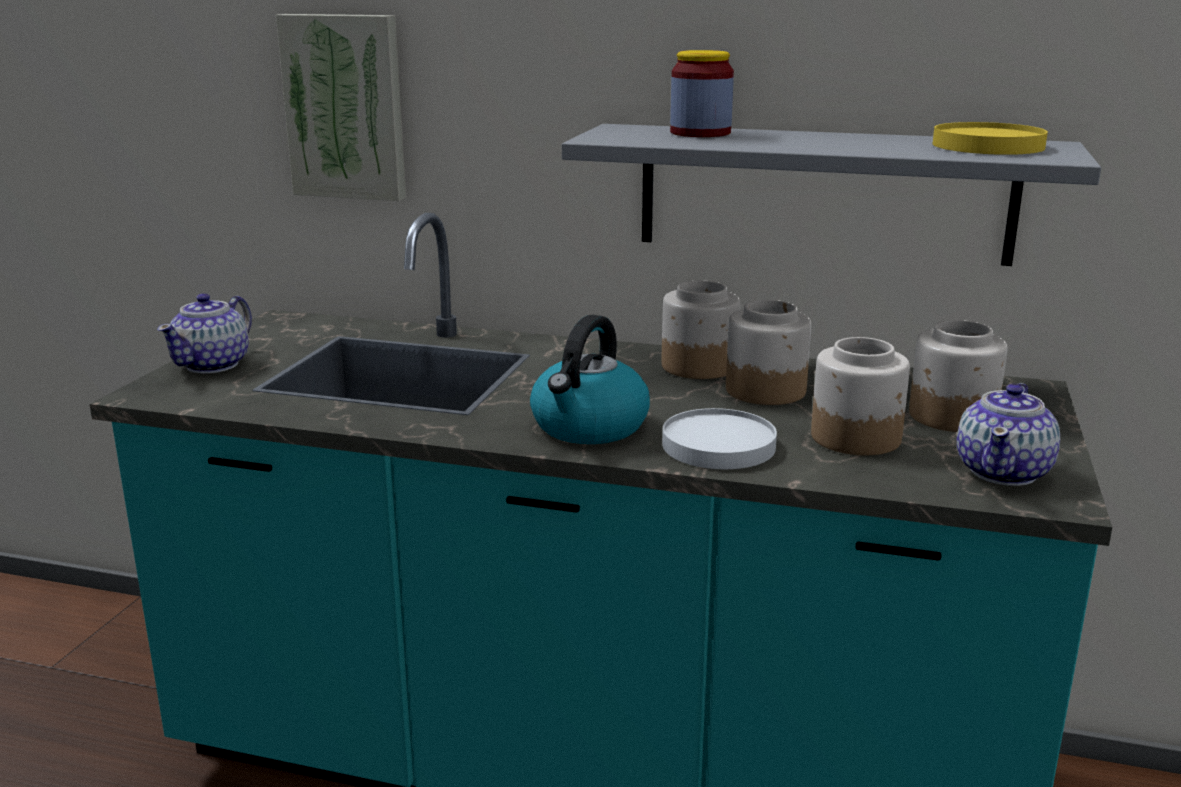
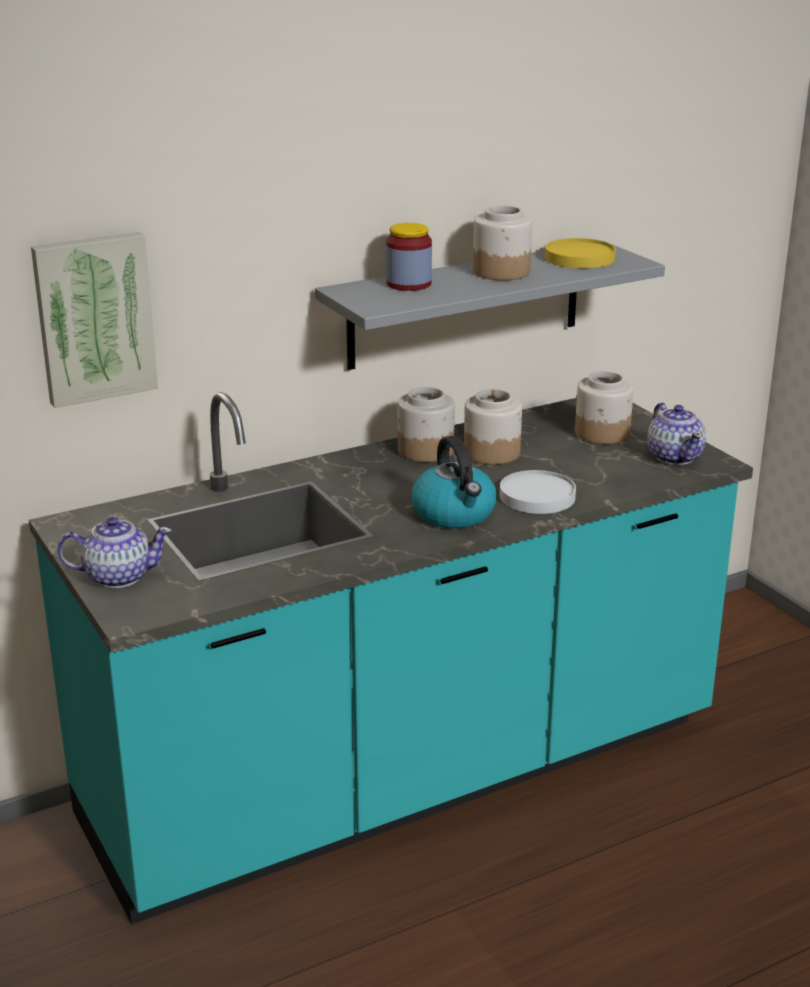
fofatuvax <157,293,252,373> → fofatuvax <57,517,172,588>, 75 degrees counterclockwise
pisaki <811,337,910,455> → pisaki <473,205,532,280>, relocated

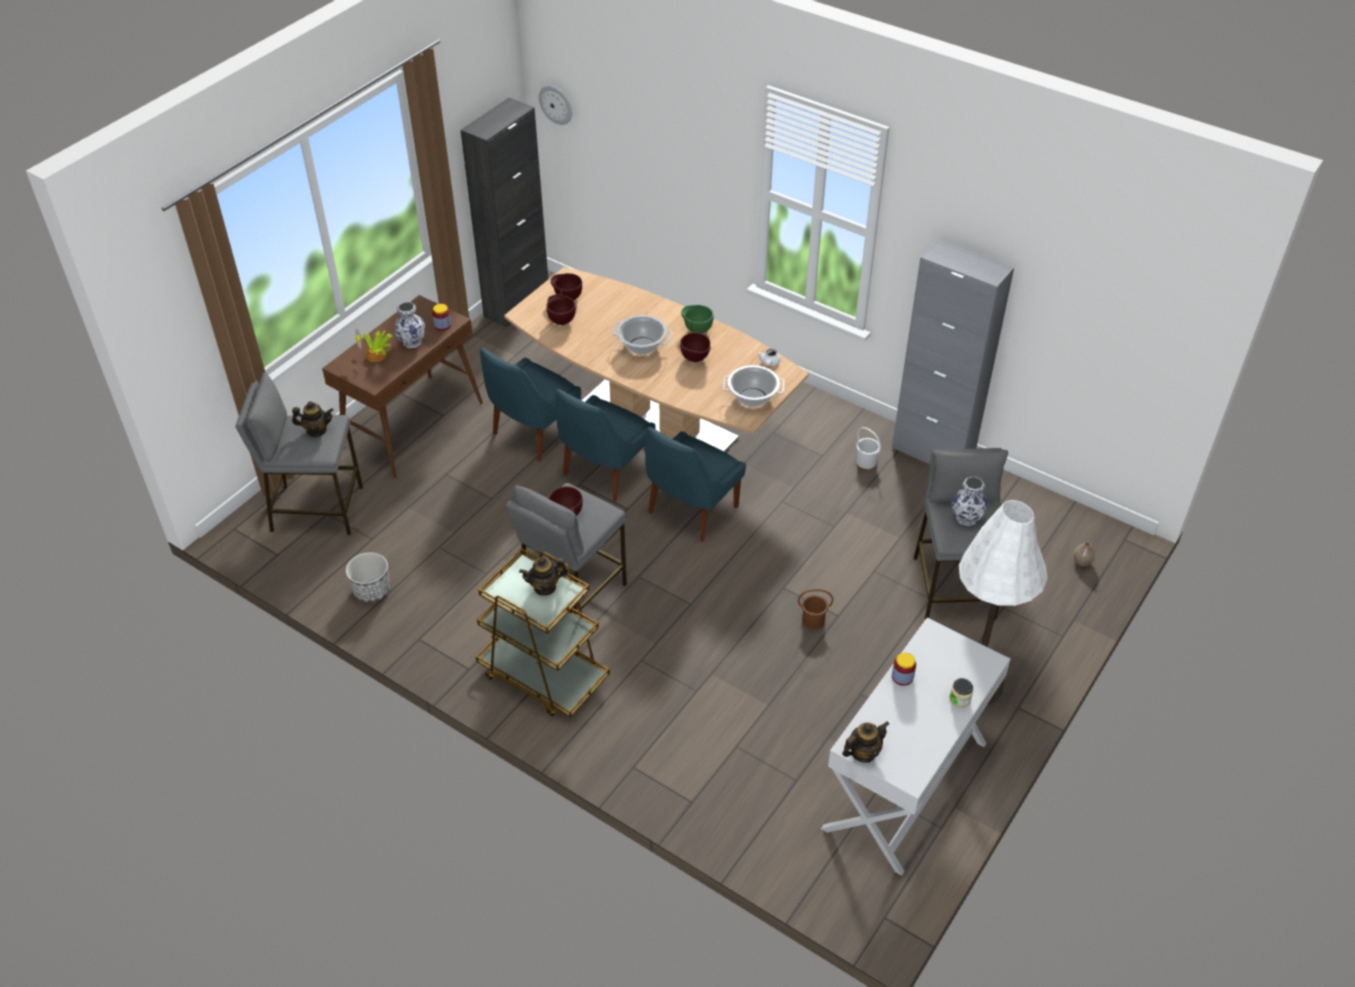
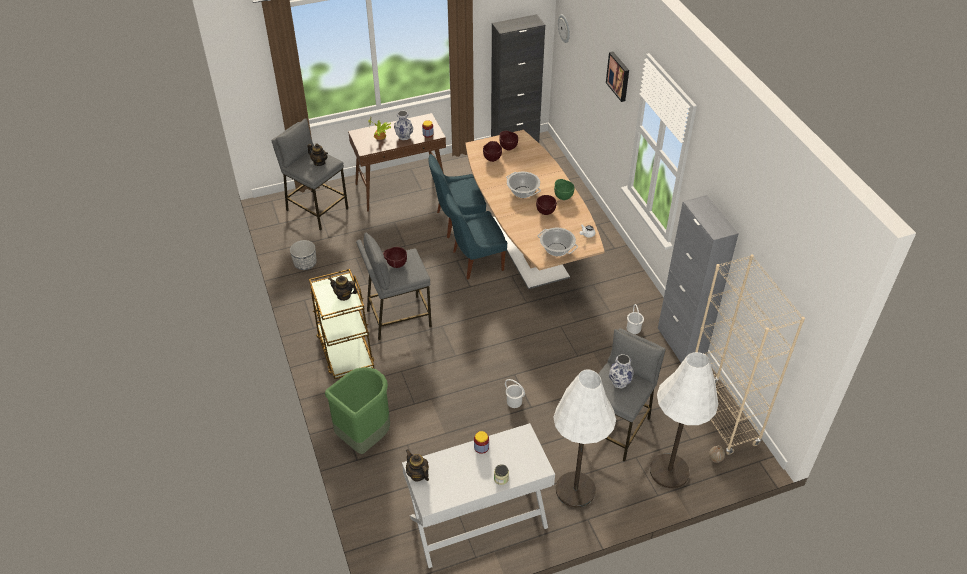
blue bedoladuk <645,427,746,542> → -
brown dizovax <798,589,833,630> → white dizovax <505,379,525,408>
fofatuvax <842,722,889,763> → fofatuvax <406,449,429,482>, 135 degrees counterclockwise
- → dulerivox <606,52,629,102>
- → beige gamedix <695,254,805,455>
- → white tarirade <650,352,718,488>
- → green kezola <325,367,390,454>

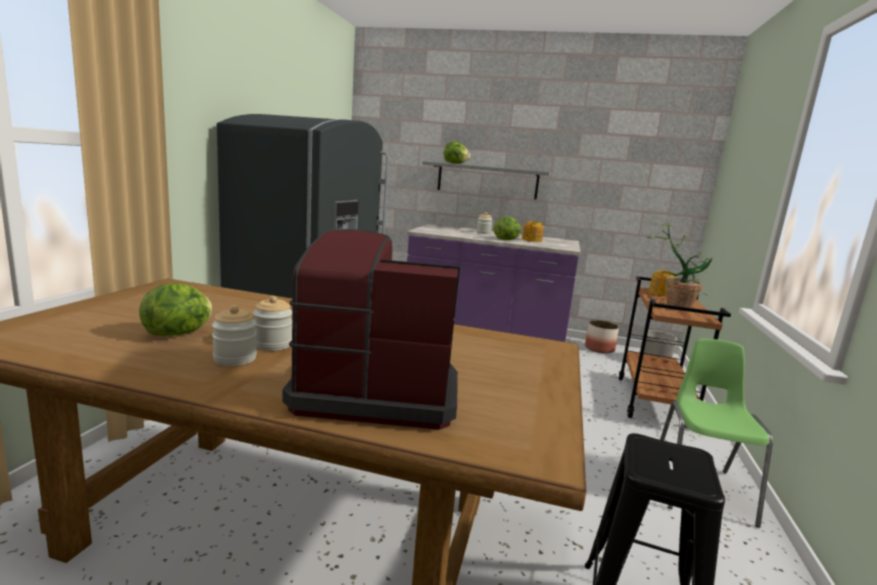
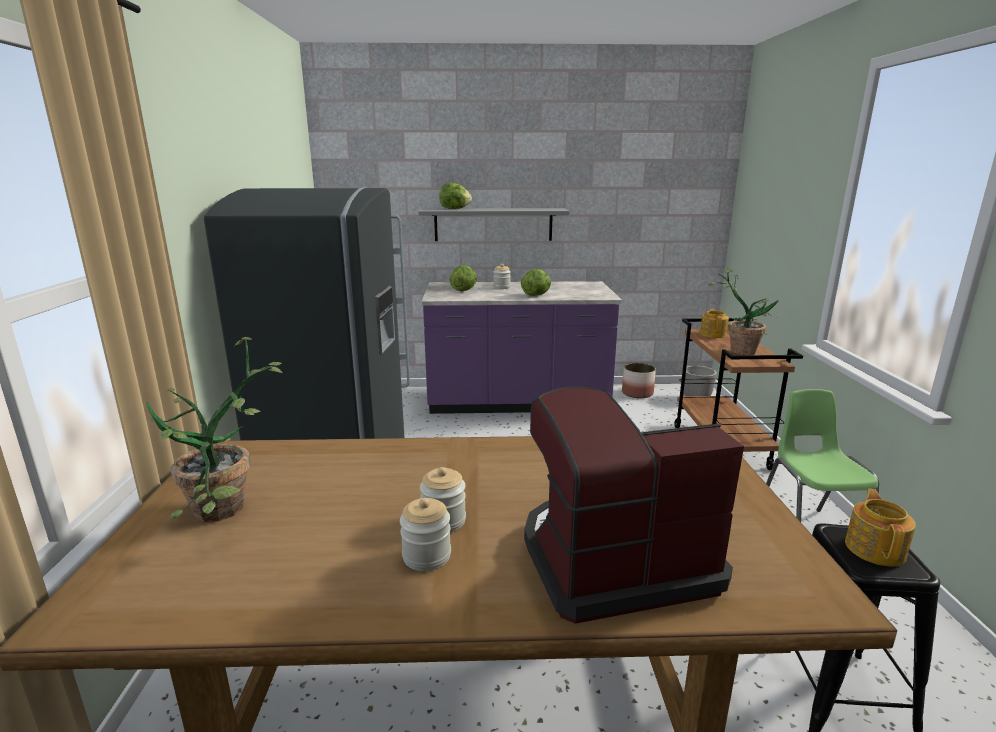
fofatuvax <522,221,544,242> → fofatuvax <845,489,916,567>, relocated
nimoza <139,283,213,336> → nimoza <450,265,477,291>, relocated
- → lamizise <146,337,283,522>

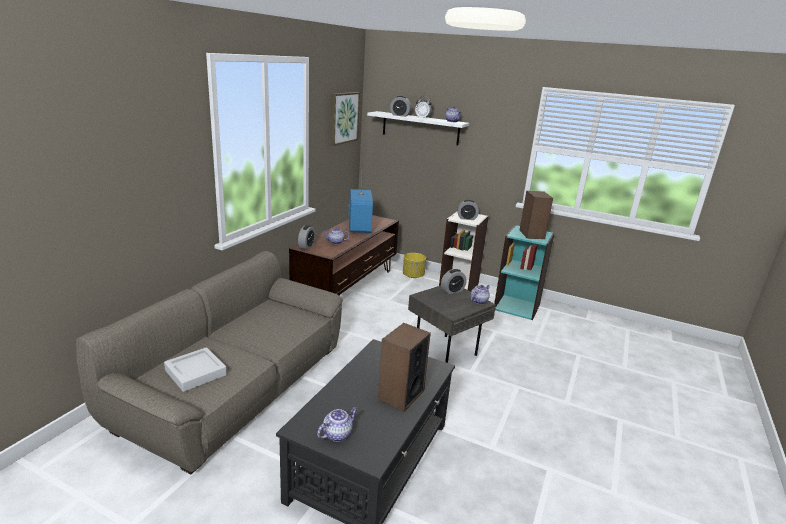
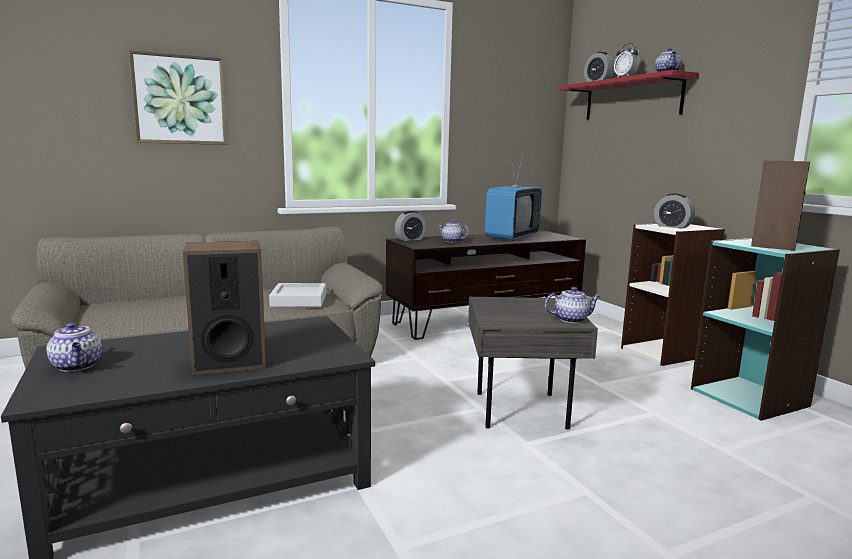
dulerivox <331,92,360,146> → dulerivox <128,50,228,145>, relocated
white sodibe <367,111,469,145> → red sodibe <558,70,699,120>
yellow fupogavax <403,253,426,278> → -
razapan <441,269,467,294> → -
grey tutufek <164,347,227,392> → grey tutufek <269,283,326,307>, relocated
fofatuvax <317,407,358,442> → fofatuvax <46,322,102,372>, 60 degrees clockwise

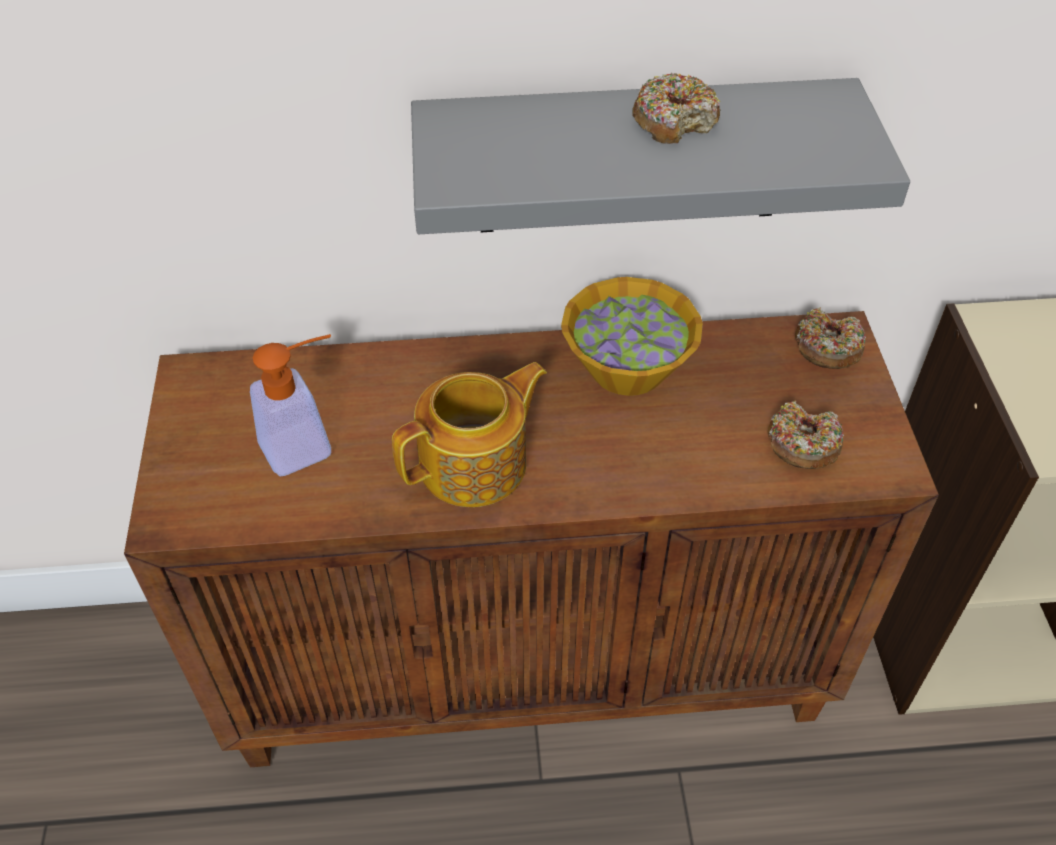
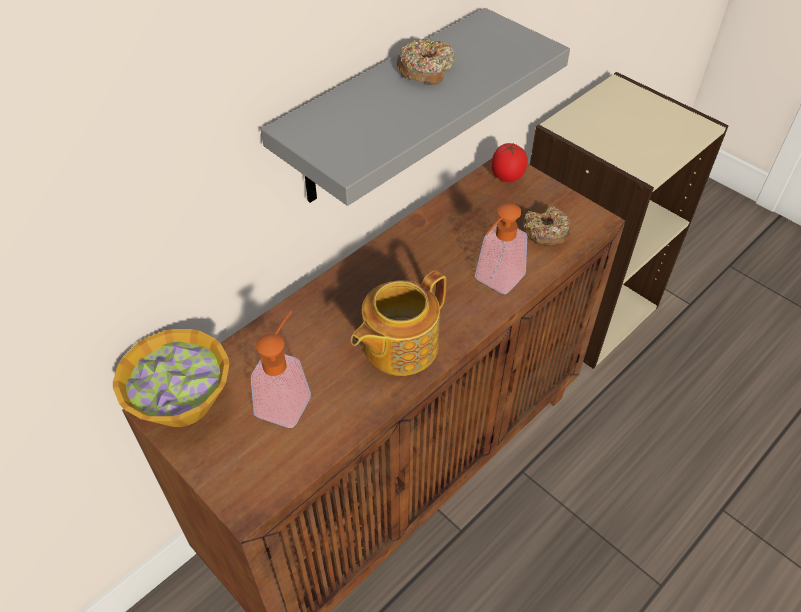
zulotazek <561,277,703,396> → zulotazek <113,329,229,427>, relocated
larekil <795,308,866,369> → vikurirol <491,143,527,182>
fofatuvax <392,362,547,507> → fofatuvax <351,270,446,376>, 150 degrees counterclockwise
- → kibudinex <475,203,527,294>

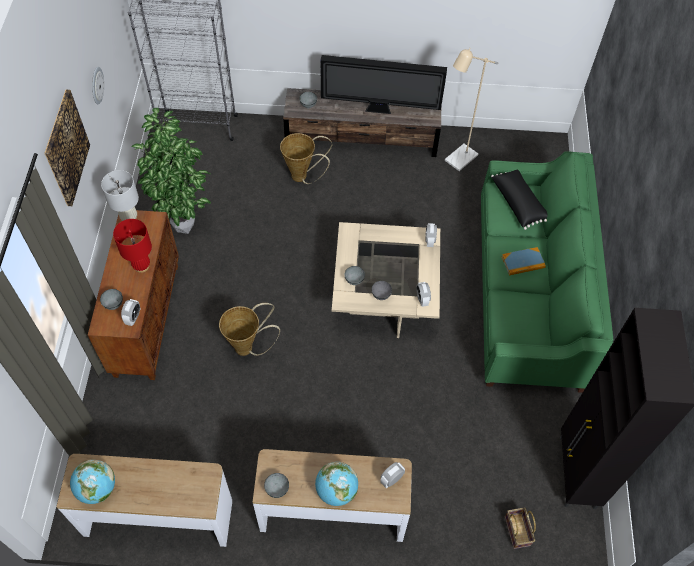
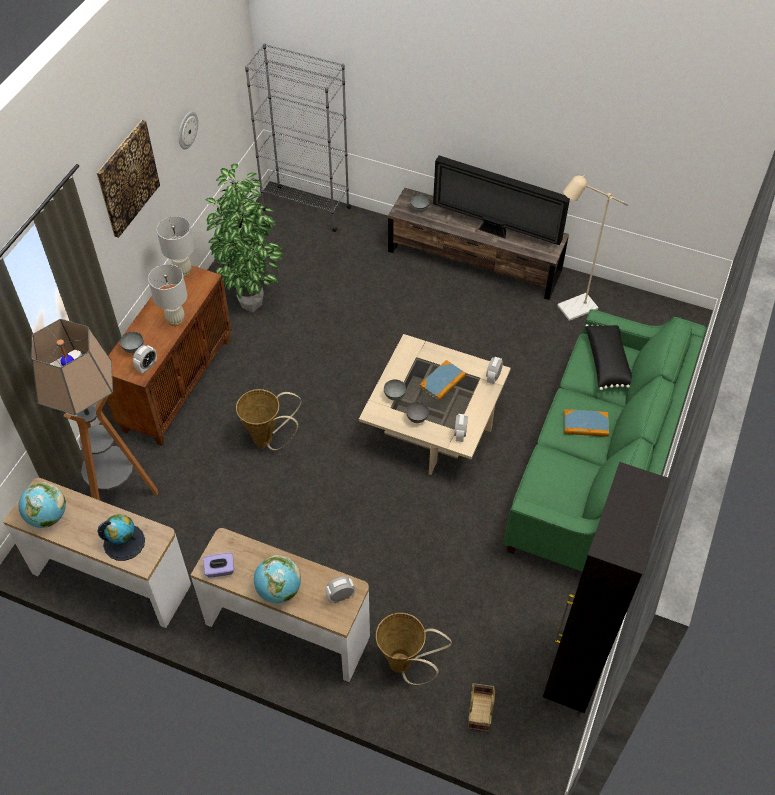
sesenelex <280,133,332,184> → sesenelex <376,613,452,685>, relocated
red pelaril <113,219,152,273> → white pelaril <148,264,187,326>
grey zulotazek <264,473,289,498> → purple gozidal <203,553,234,578>
- → tarirade <31,319,158,500>
- → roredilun <419,360,466,401>
- → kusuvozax <97,514,145,561>

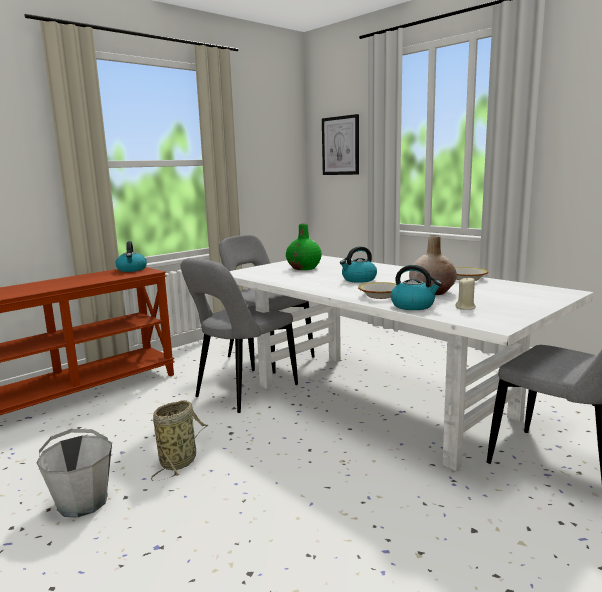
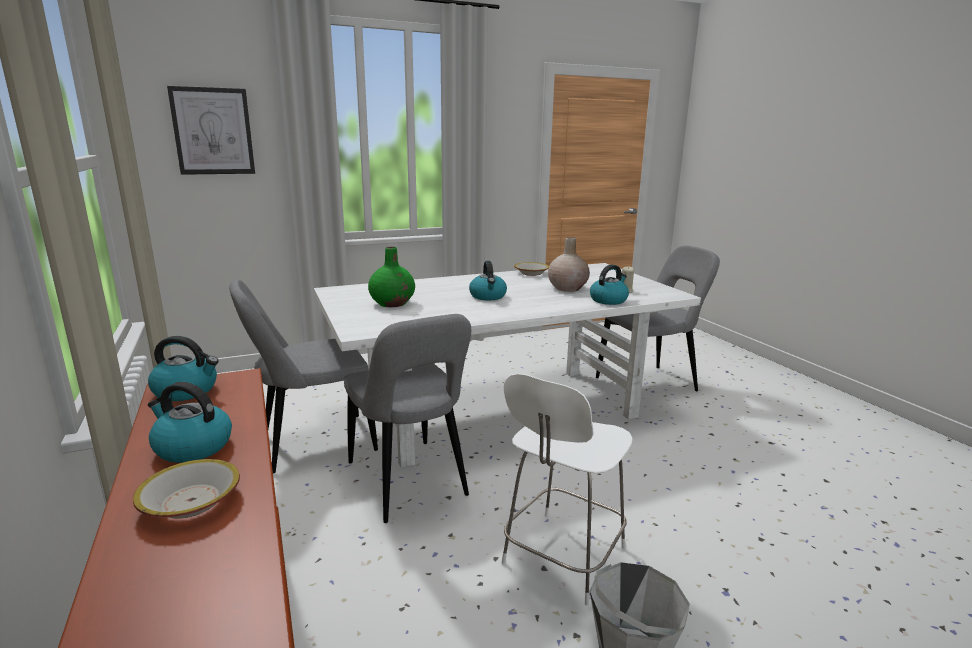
zulotazek <358,282,396,299> → zulotazek <133,459,240,519>, relocated
sesenelex <151,400,208,481> → white bedoladuk <501,374,633,606>
- → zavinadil <148,382,232,463>

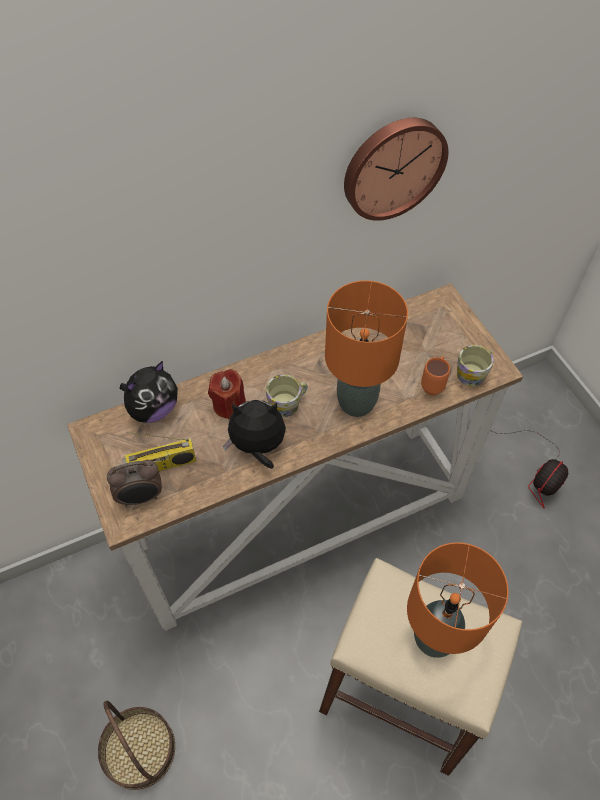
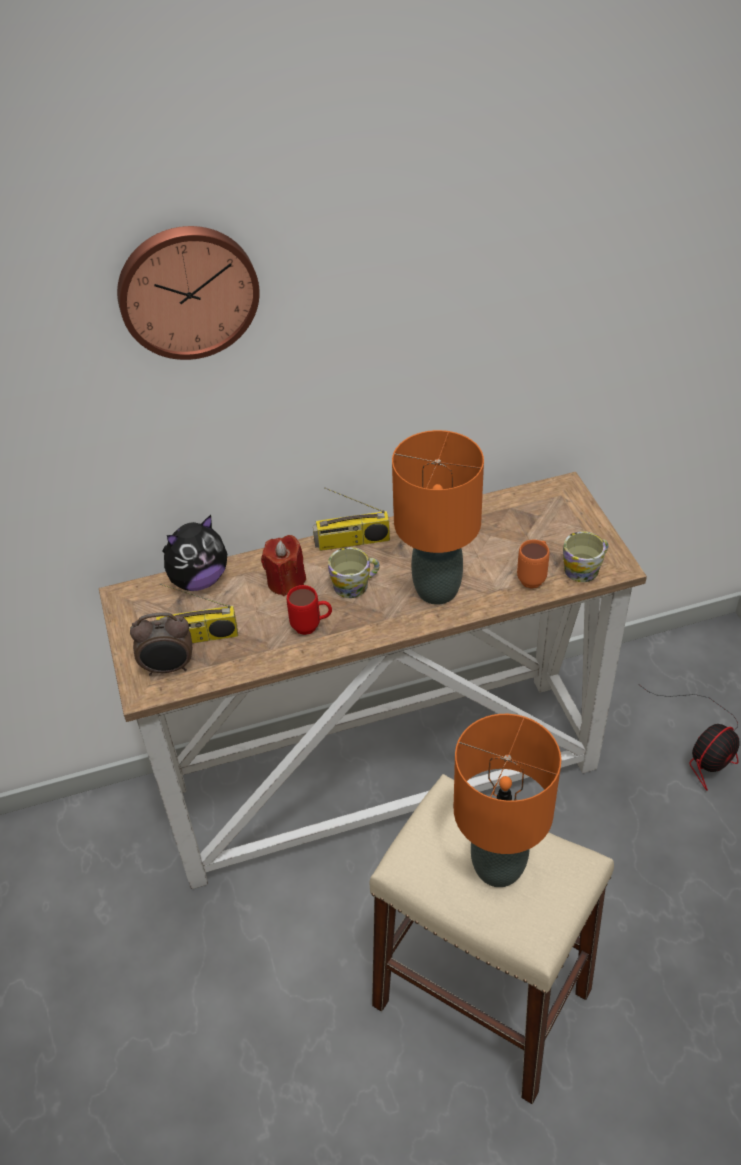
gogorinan <344,118,448,221> → gogorinan <117,226,260,360>, relocated
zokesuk <223,400,286,469> → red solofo <287,585,332,635>
sesenelex <98,701,175,790> → -
- → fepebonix <313,487,390,551>

